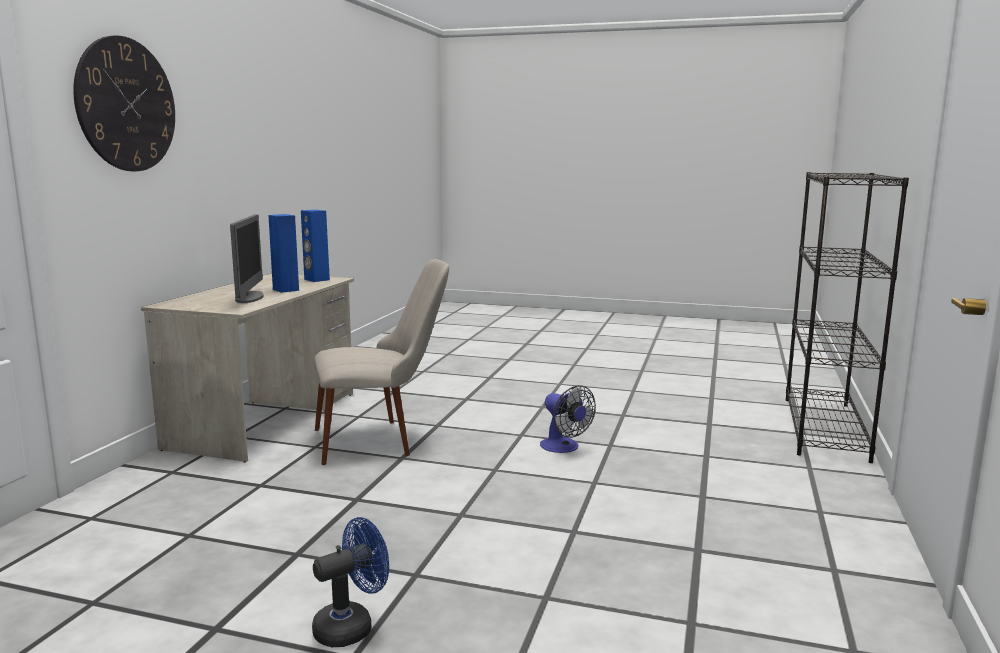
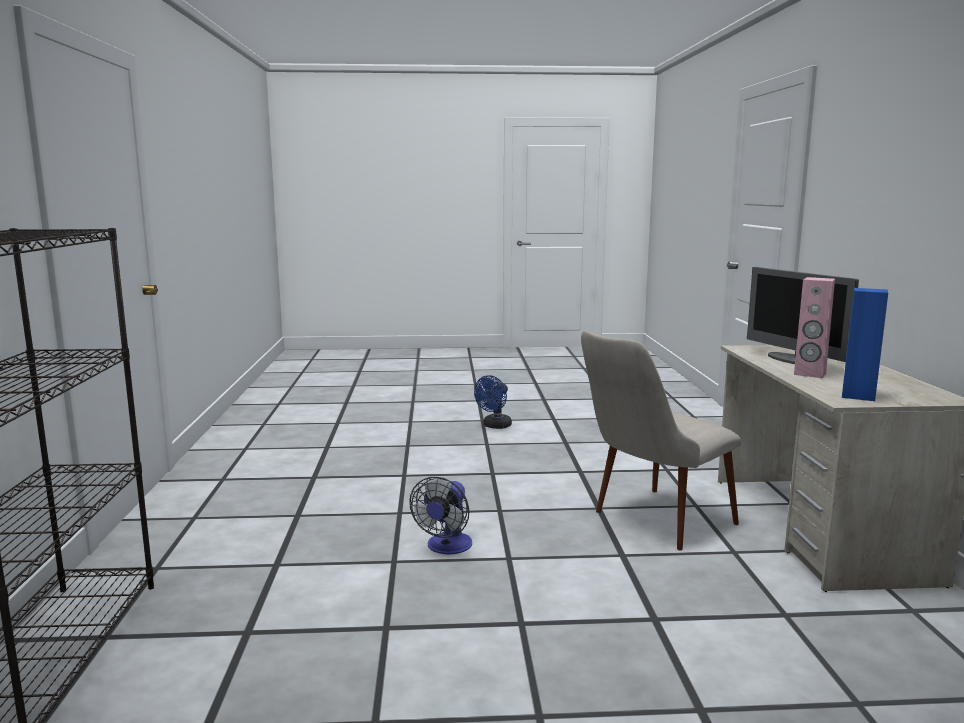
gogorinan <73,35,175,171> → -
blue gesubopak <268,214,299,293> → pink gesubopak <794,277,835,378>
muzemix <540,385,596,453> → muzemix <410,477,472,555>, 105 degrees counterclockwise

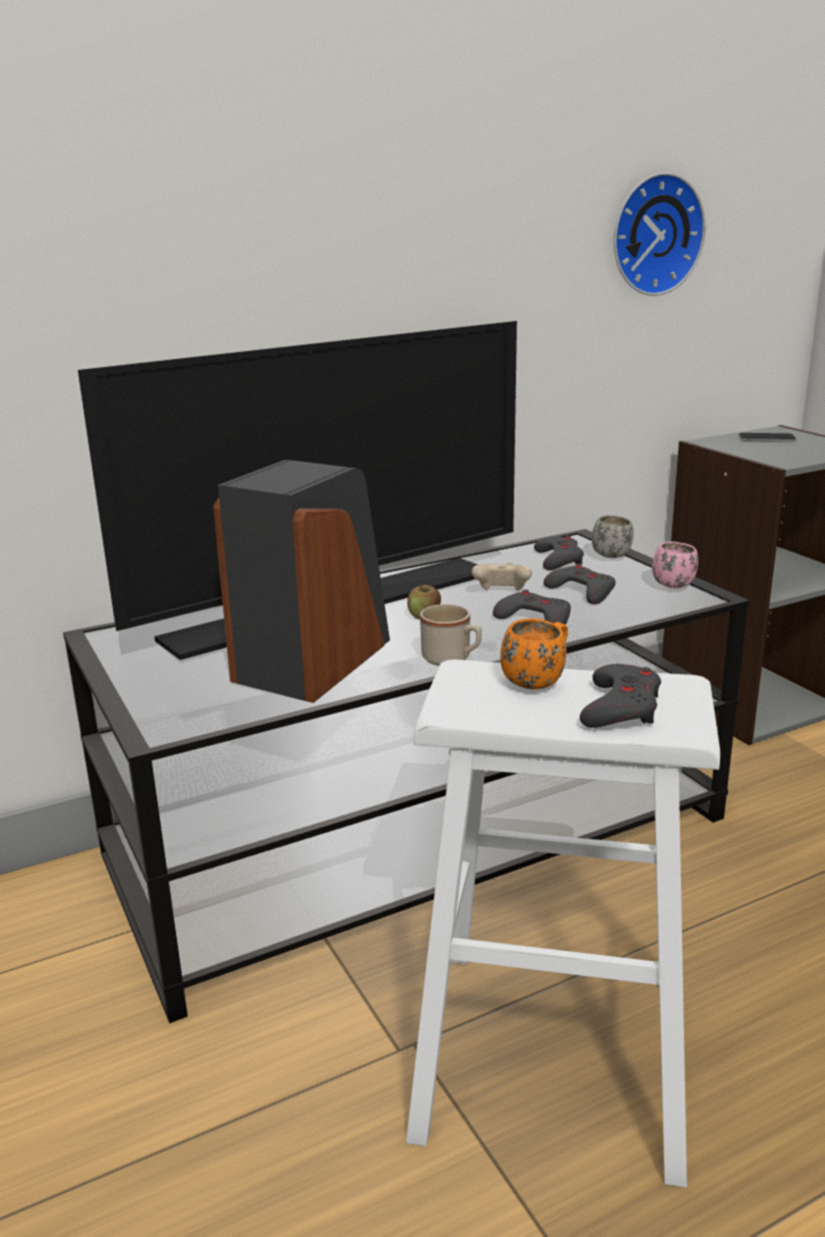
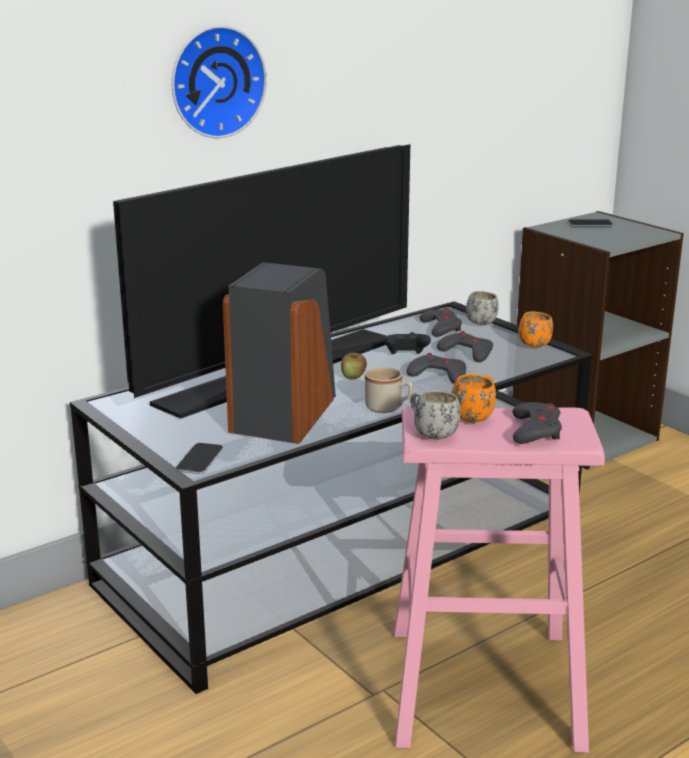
gogorinan <614,172,705,296> → gogorinan <172,25,267,138>, relocated
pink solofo <652,542,698,588> → orange solofo <519,311,553,348>
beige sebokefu <472,563,532,591> → black sebokefu <384,332,431,354>
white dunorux <406,660,720,1188> → pink dunorux <394,406,605,753>
- → white solofo <410,390,460,440>
- → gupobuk <176,443,223,474>

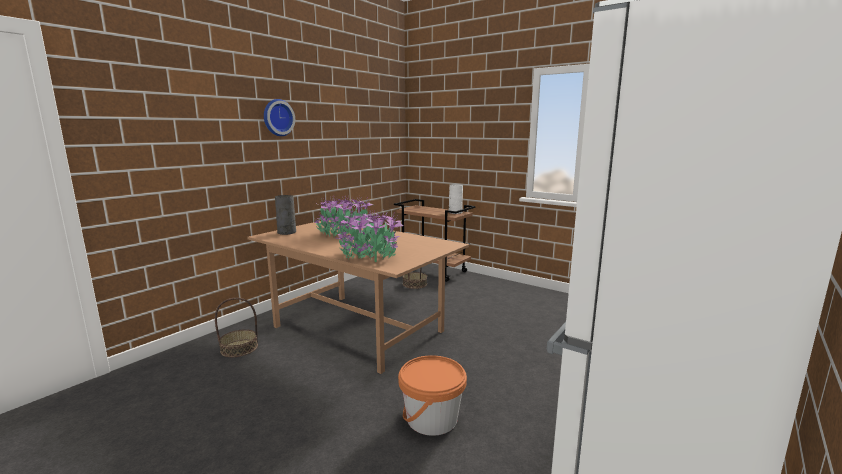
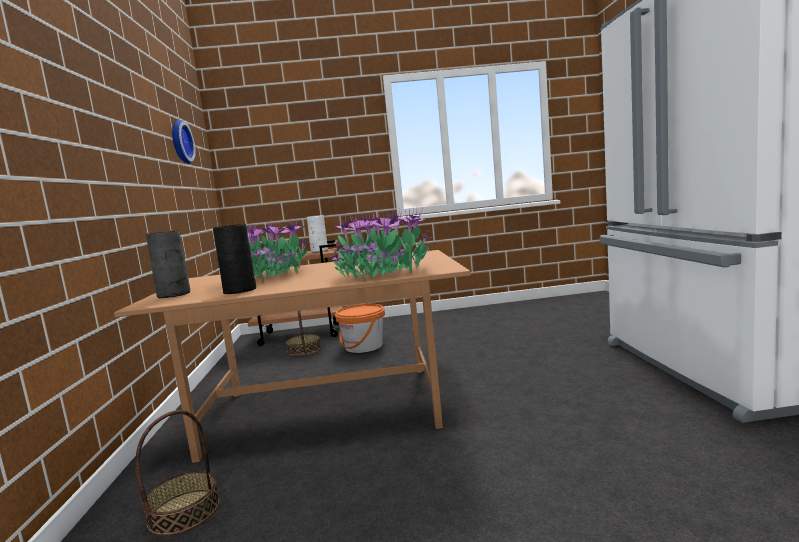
gogorinan <264,99,295,136> → gogorinan <172,120,196,164>, relocated
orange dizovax <398,355,467,436> → orange dizovax <335,304,385,353>, relocated
- → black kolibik <213,224,256,294>

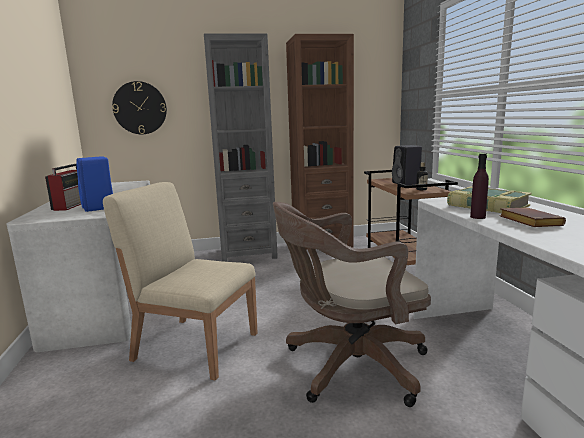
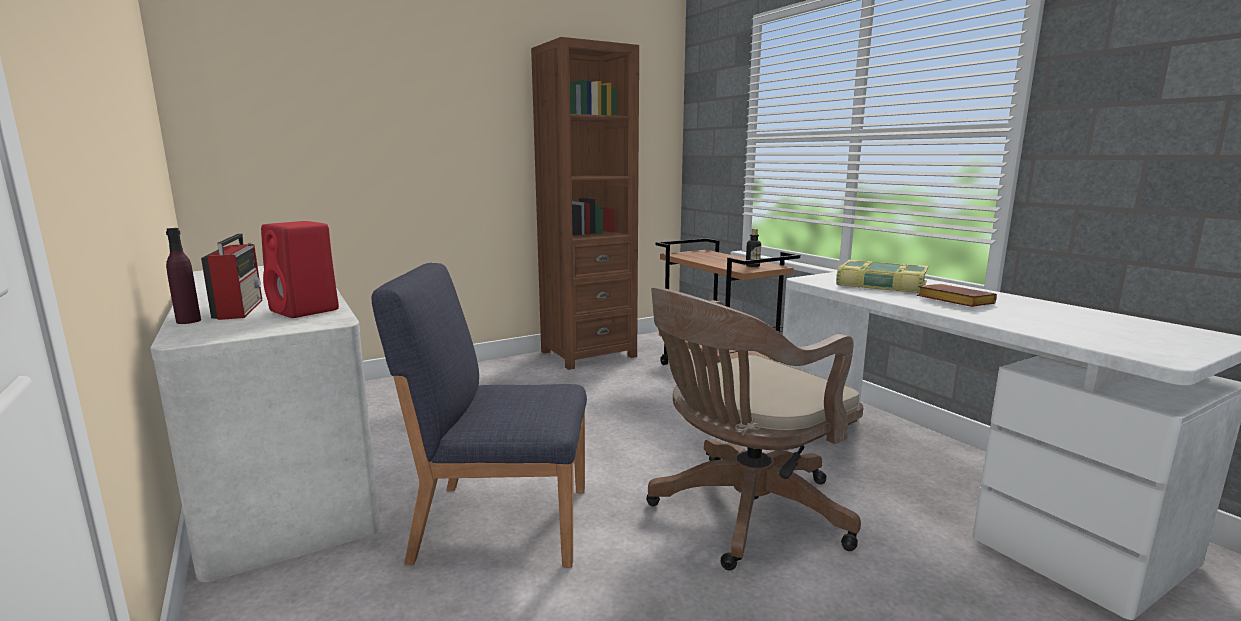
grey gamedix <204,34,278,262> → -
gogorinan <112,81,167,134> → -
black gesubopak <392,145,422,185> → -
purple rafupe <470,153,489,219> → purple rafupe <166,228,201,324>, relocated
blue gesubopak <76,156,113,212> → red gesubopak <261,221,339,318>
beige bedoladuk <103,182,258,381> → blue bedoladuk <372,263,587,568>

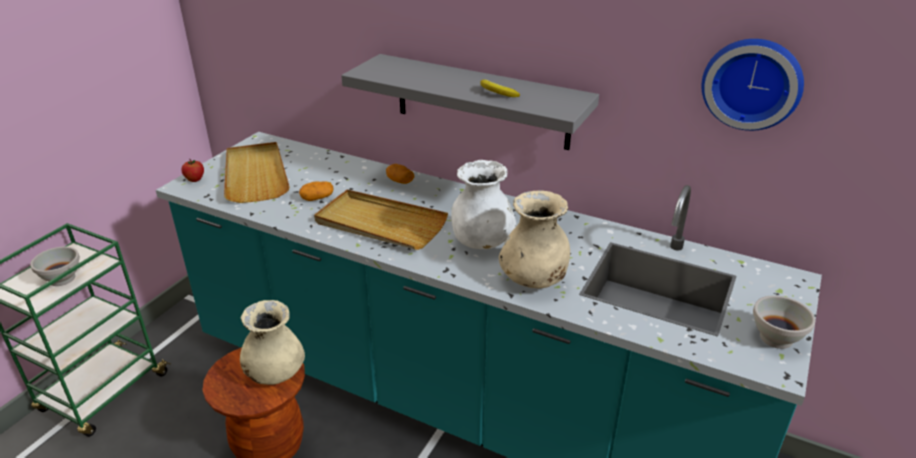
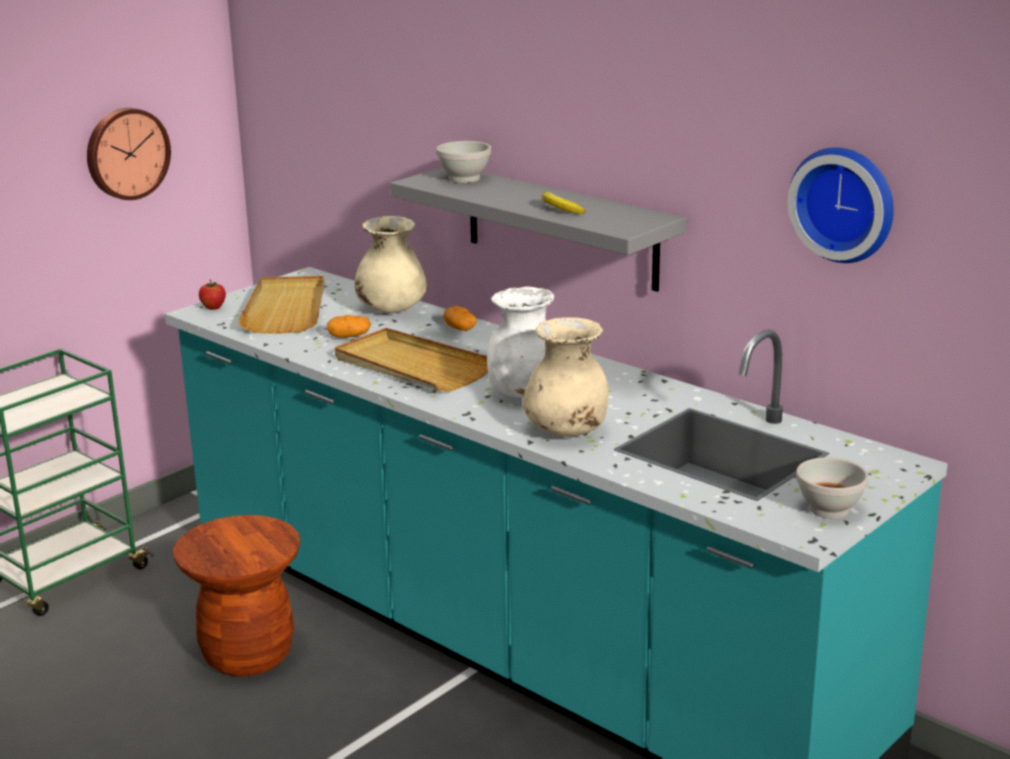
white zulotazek <30,247,80,286> → white zulotazek <436,141,491,183>, relocated
beige kolibik <240,300,305,385> → beige kolibik <355,216,427,313>, relocated
- → gogorinan <87,108,171,200>

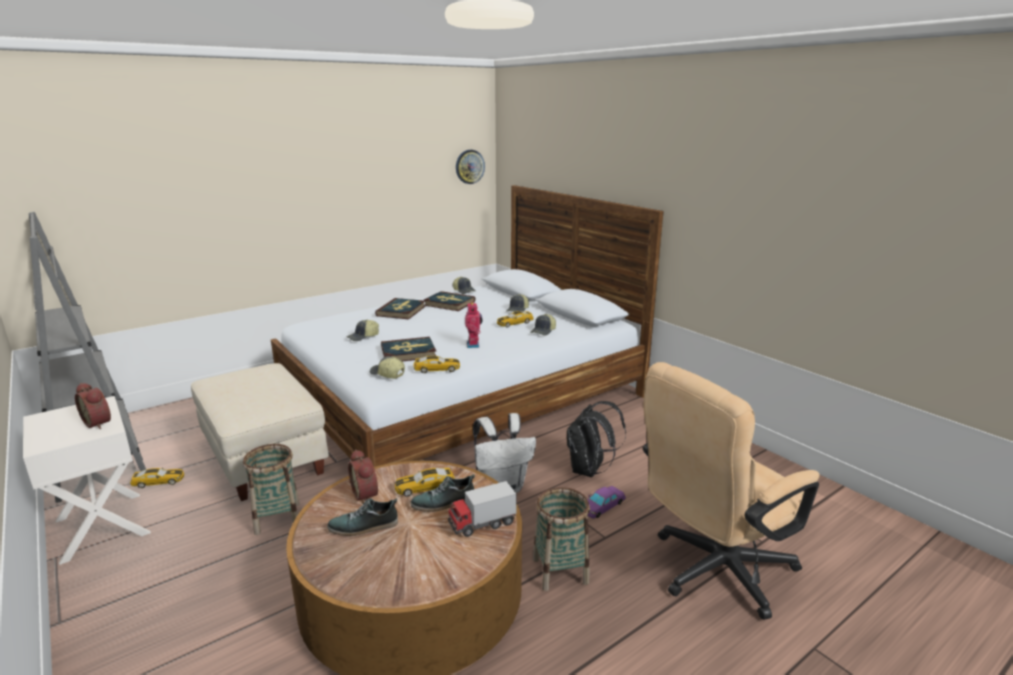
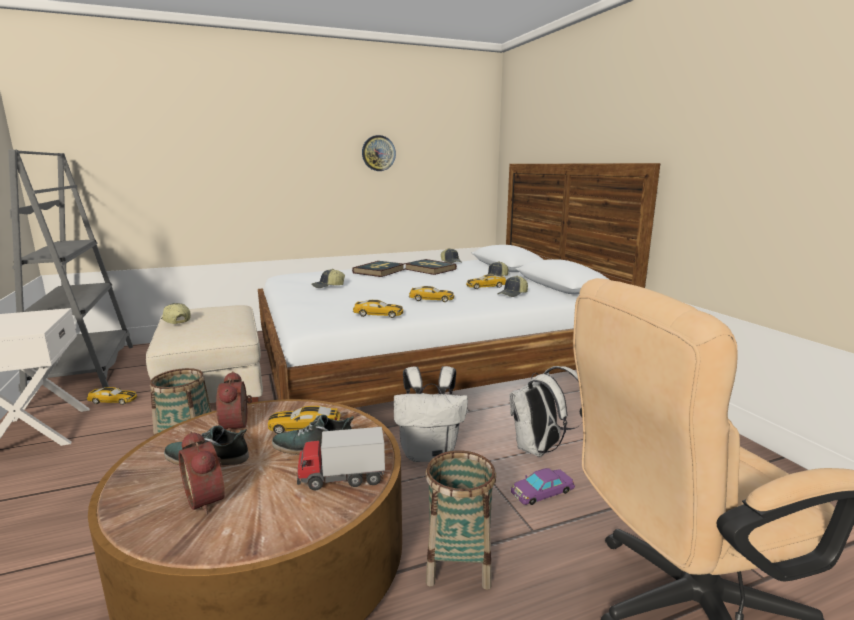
gogorinan <456,150,485,184> → gogorinan <362,135,396,171>, relocated
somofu <465,302,483,348> → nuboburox <409,286,454,302>
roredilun <381,337,436,361> → -
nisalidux <370,356,405,379> → nisalidux <161,303,191,324>, relocated
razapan <75,383,111,429> → razapan <179,431,225,515>, relocated
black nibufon <567,401,626,477> → white nibufon <509,366,581,457>

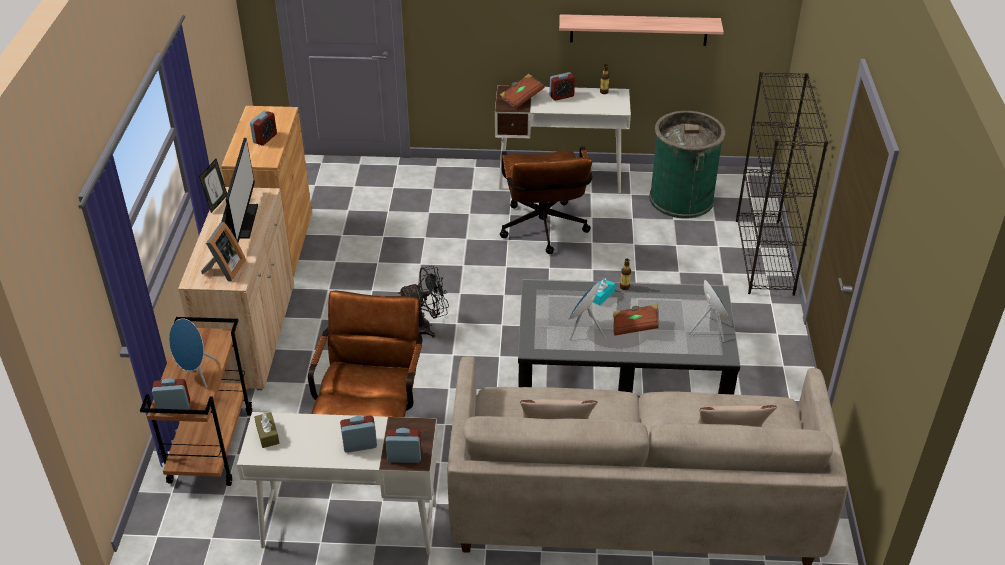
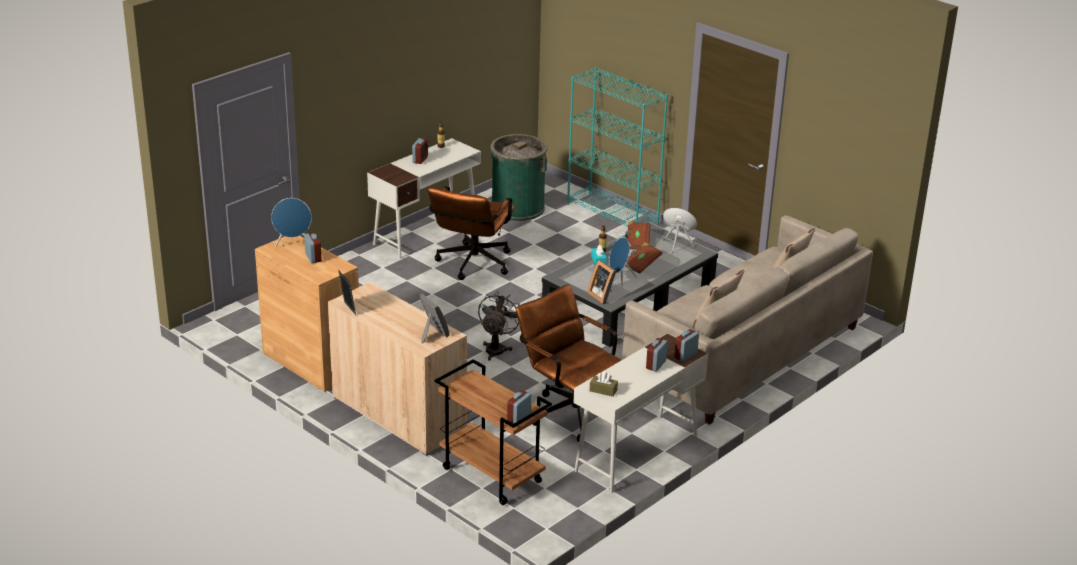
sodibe <559,14,724,46> → -
black gamedix <736,72,828,296> → turquoise gamedix <567,67,668,227>
brown roredilun <500,74,545,109> → brown roredilun <625,221,651,249>, relocated
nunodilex <221,138,258,242> → -
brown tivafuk <500,146,592,254> → brown tivafuk <428,186,514,280>, 75 degrees clockwise
blue gesubopak <169,318,217,388> → blue gesubopak <271,198,312,247>, relocated
- → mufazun <588,260,616,304>

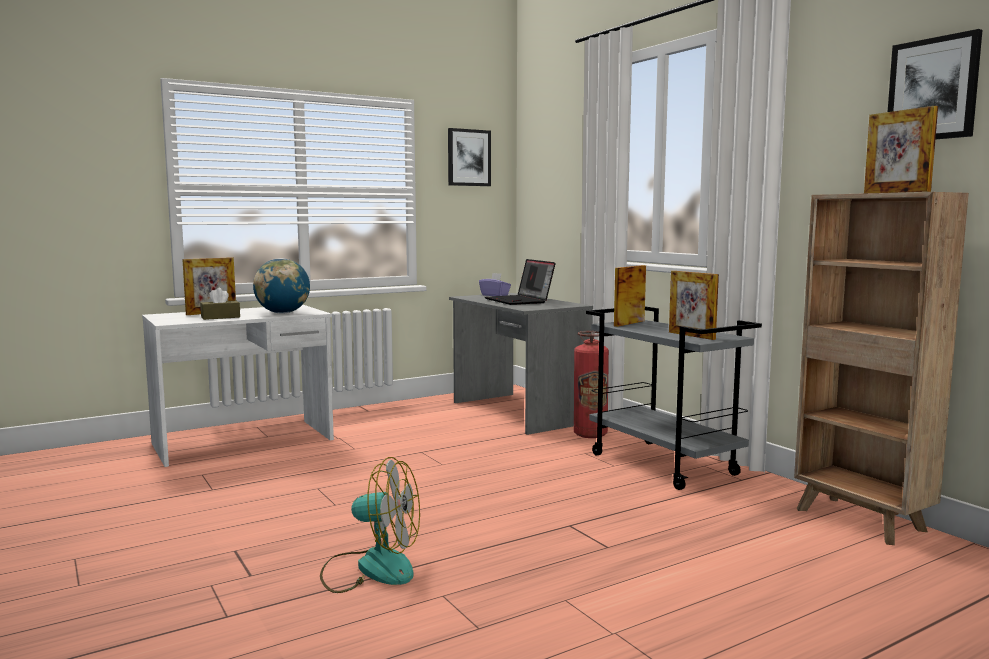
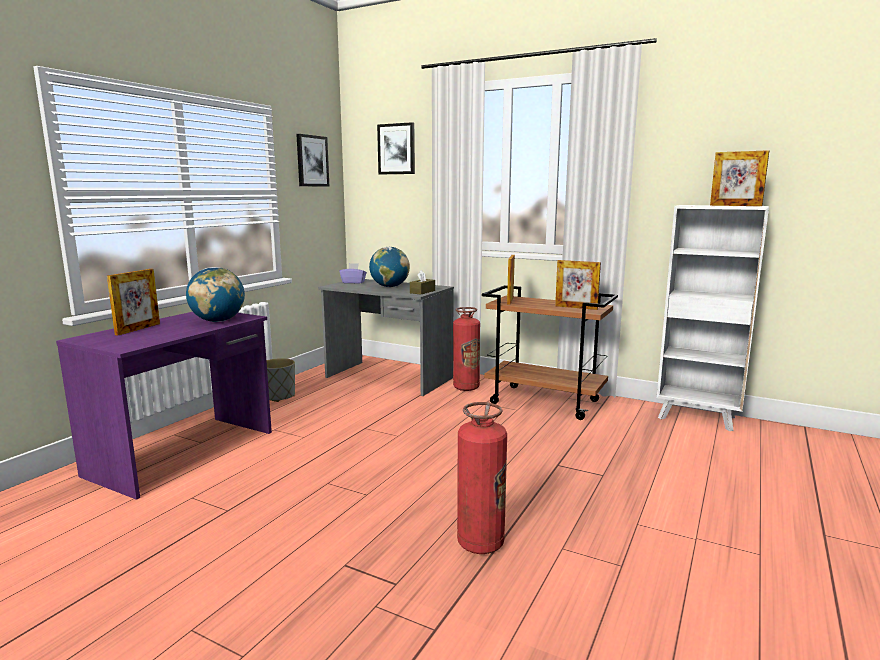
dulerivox <888,29,983,140> → dulerivox <377,122,415,174>, relocated
brown gamedix <794,192,969,545> → white gamedix <657,205,769,431>
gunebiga <485,259,556,305> → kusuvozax <369,247,410,287>
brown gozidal <200,288,240,320> → brown gozidal <410,270,435,295>, relocated
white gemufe <142,305,334,467> → purple gemufe <56,312,272,500>
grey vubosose <586,306,762,490> → brown vubosose <482,285,618,420>
muzemix <320,457,420,593> → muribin <457,402,507,554>
- → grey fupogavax <266,358,295,402>

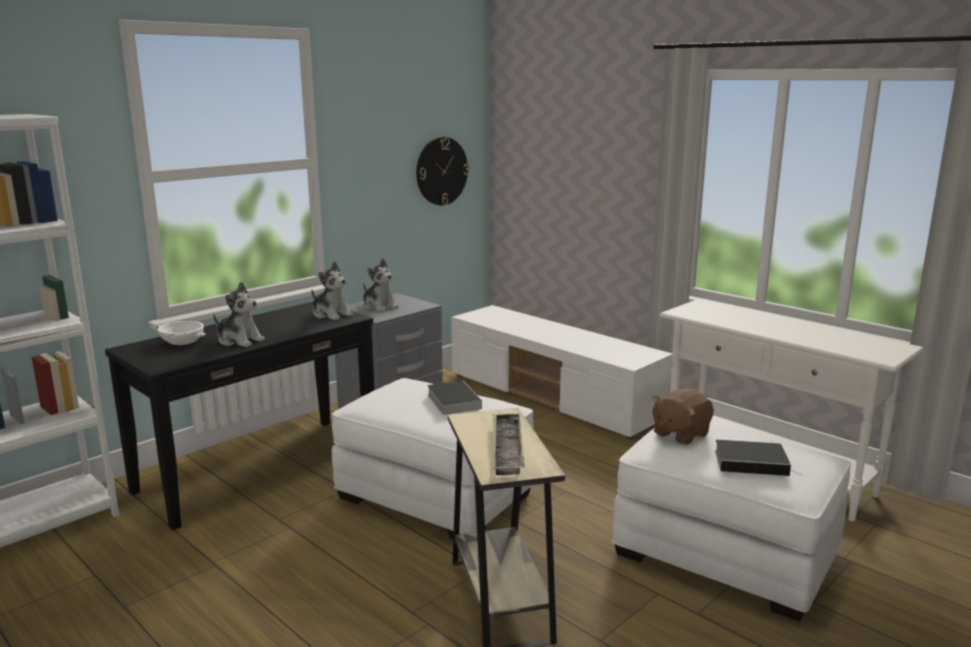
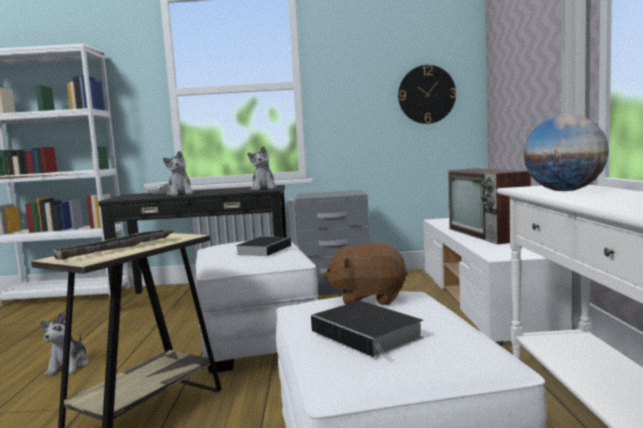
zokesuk <363,258,399,312> → zokesuk <41,312,89,375>, relocated
- → kusuvozax <523,114,609,191>
- → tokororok <448,168,531,244>

